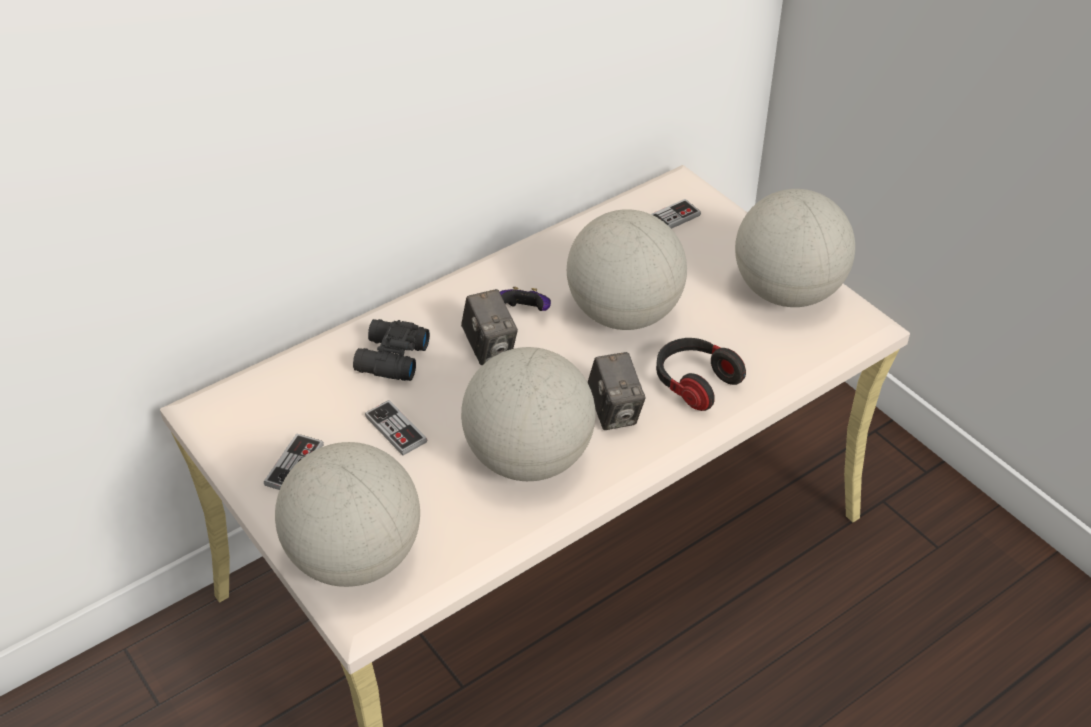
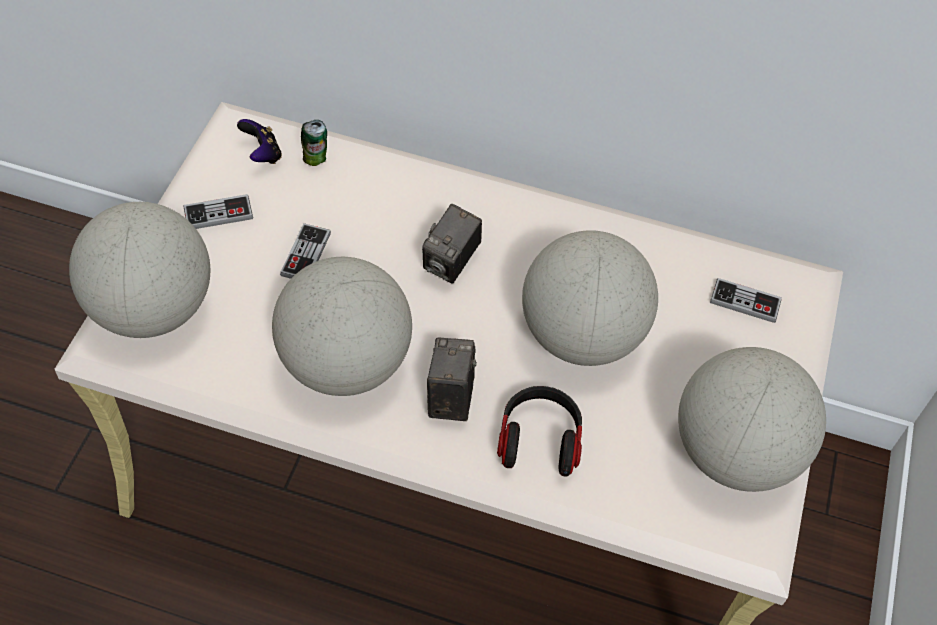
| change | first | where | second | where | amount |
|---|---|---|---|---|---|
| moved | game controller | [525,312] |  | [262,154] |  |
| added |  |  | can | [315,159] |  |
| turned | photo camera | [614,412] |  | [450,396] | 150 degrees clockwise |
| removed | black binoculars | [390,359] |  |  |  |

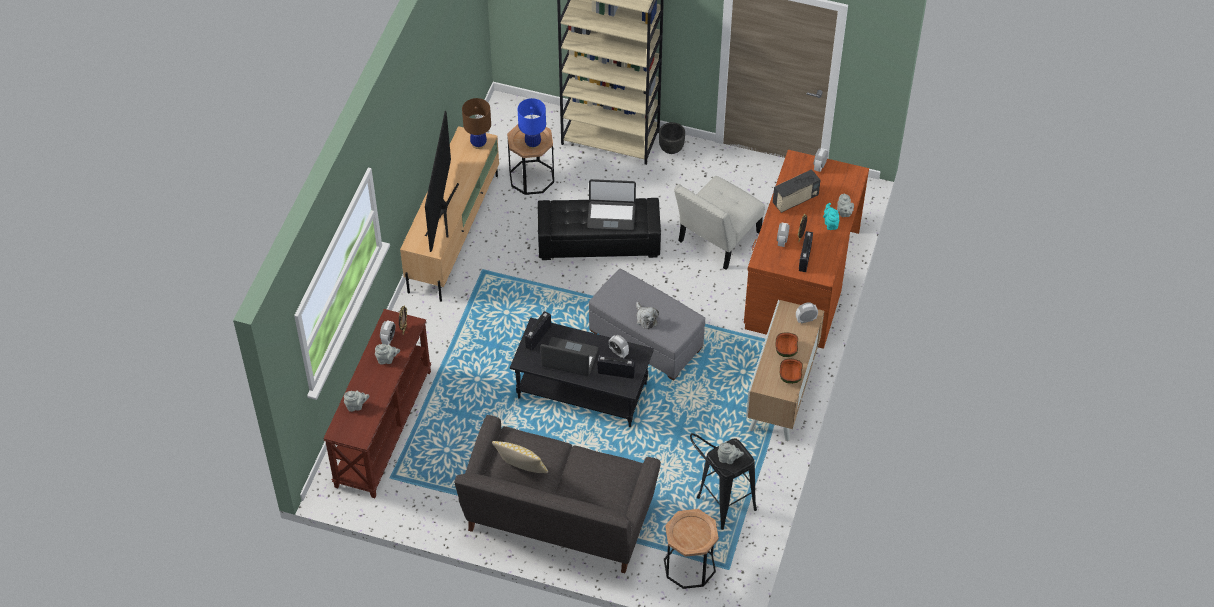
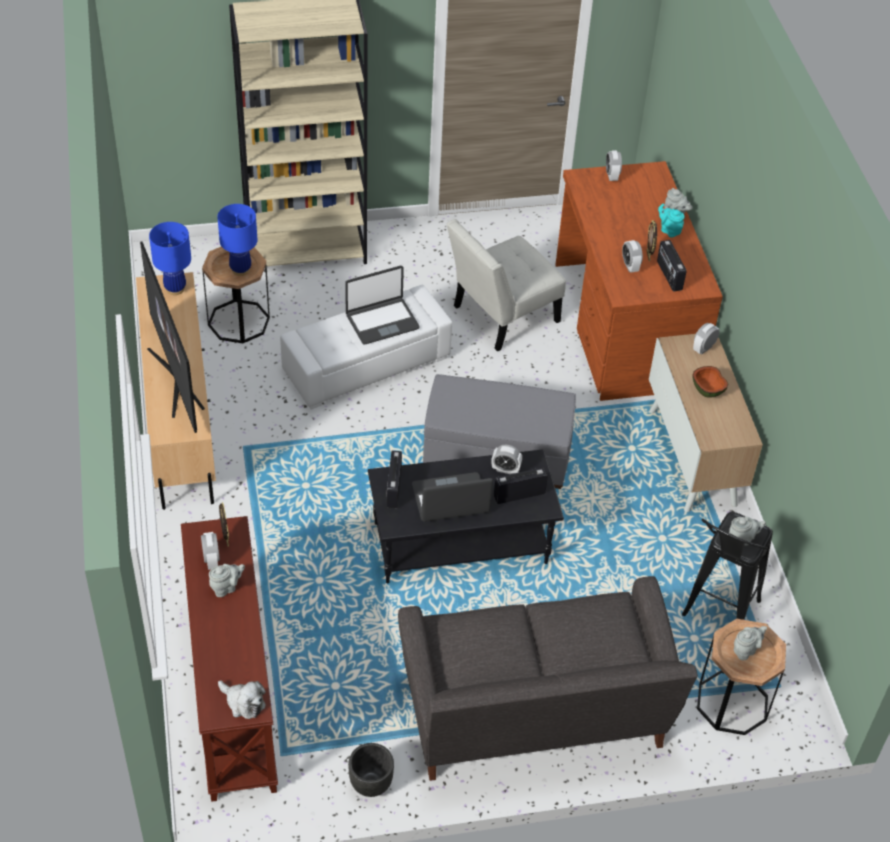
| change | first | where | second | where | amount |
|---|---|---|---|---|---|
| recoloured | brown table lamp | [478,144] | blue table lamp | [175,289] |  |
| moved | plush toy | [645,318] |  | [243,702] |  |
| recoloured | black ottoman | [599,241] | white ottoman | [366,364] |  |
| moved | black planter | [671,149] |  | [370,785] |  |
| turned | white chair | [716,240] |  | [501,316] | 45 degrees clockwise |
| moved | grey teapot | [356,406] |  | [746,650] |  |
| removed | pillow | [521,470] |  |  |  |
| removed | radio | [795,200] |  |  |  |
| removed | bowl | [790,376] |  |  |  |

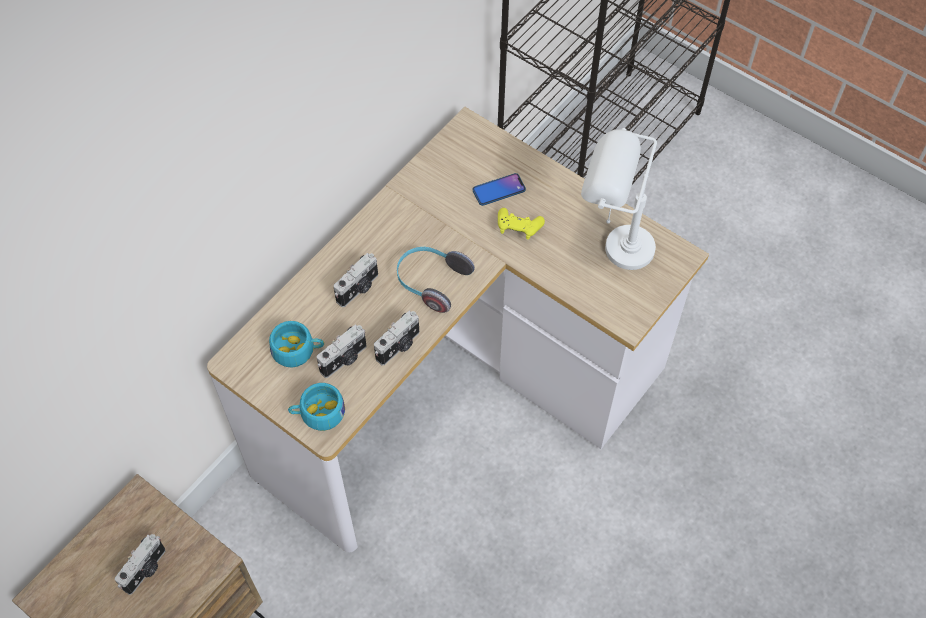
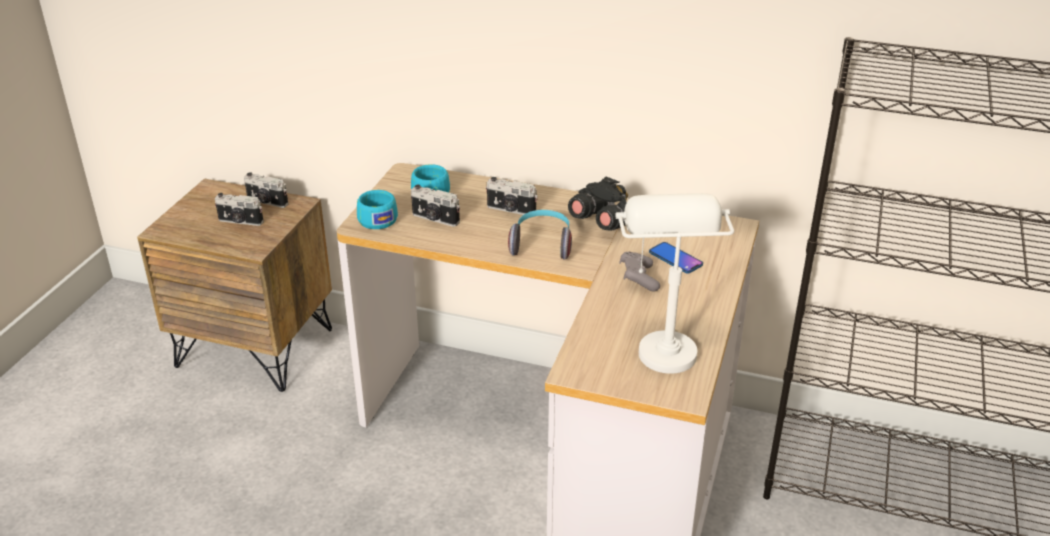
| change | first | where | second | where | amount |
|---|---|---|---|---|---|
| moved | photo camera | [399,346] |  | [267,202] |  |
| added |  |  | black binoculars | [604,223] |  |
| recoloured | yellow game controller | [518,229] | grey game controller | [638,279] |  |

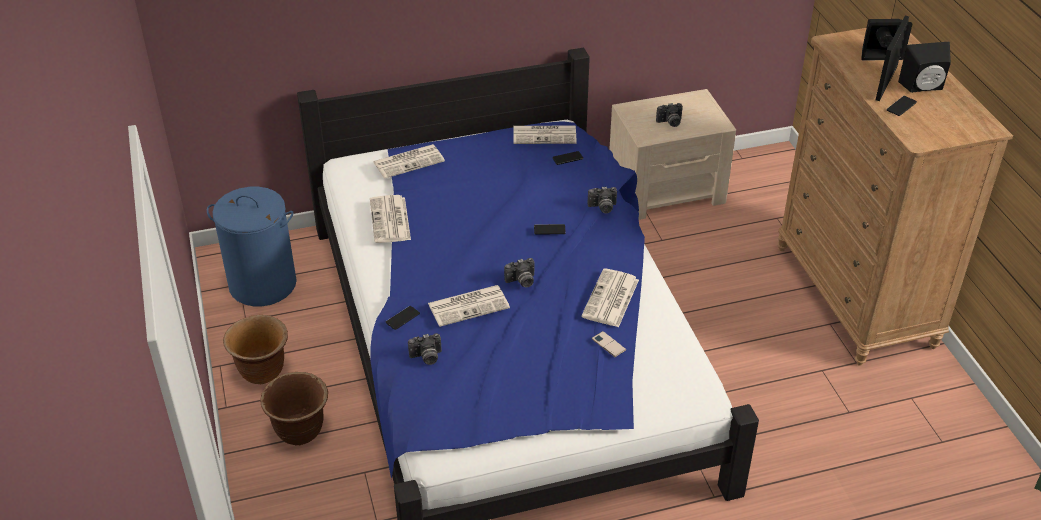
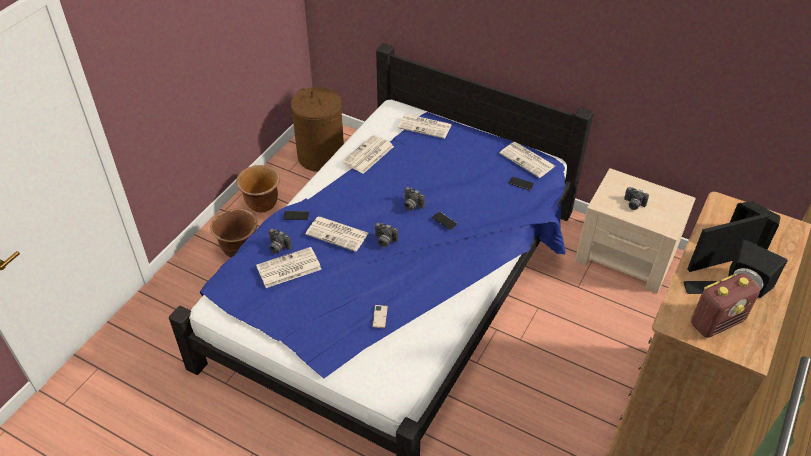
| change | first | where | second | where | amount |
|---|---|---|---|---|---|
| moved | newspaper | [610,299] |  | [288,268] |  |
| recoloured | blue laundry basket | [263,284] | brown laundry basket | [321,157] |  |
| moved | photo camera | [602,208] |  | [411,205] |  |
| added |  |  | radio | [717,322] |  |

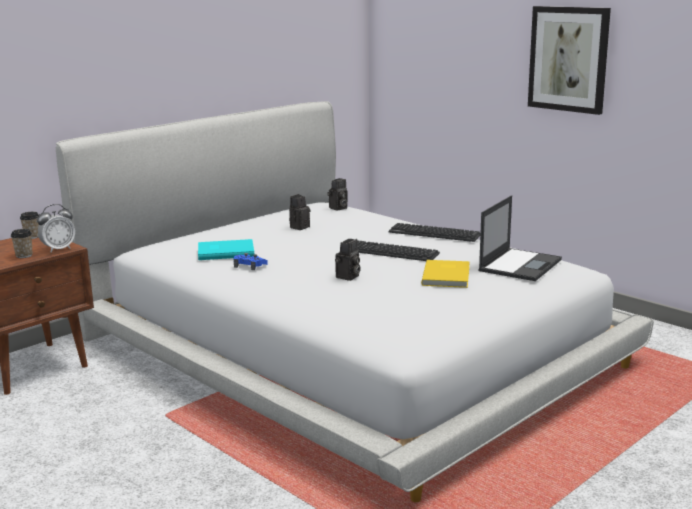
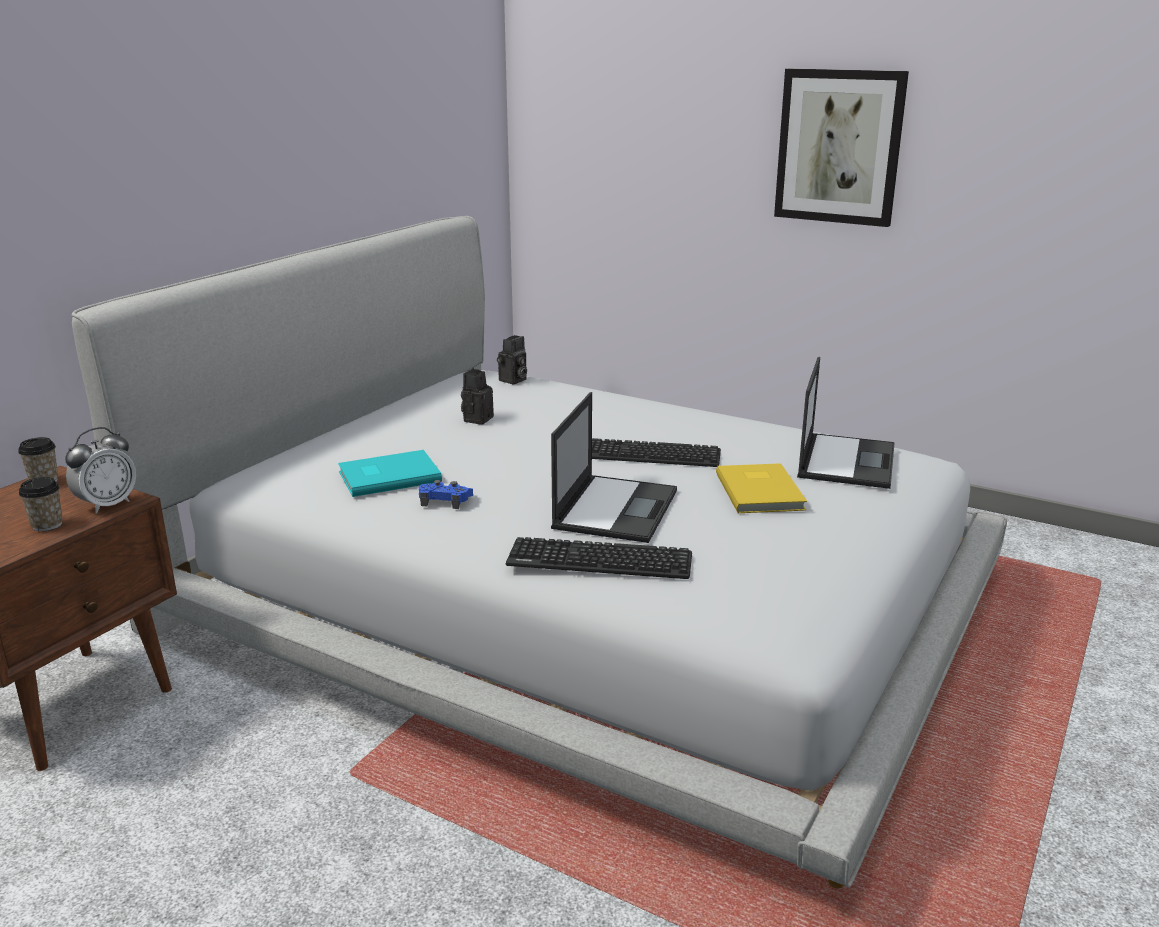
| change | first | where | second | where | amount |
|---|---|---|---|---|---|
| moved | keyboard | [434,234] |  | [599,560] |  |
| replaced | photo camera | [348,277] | laptop | [616,508] |  |

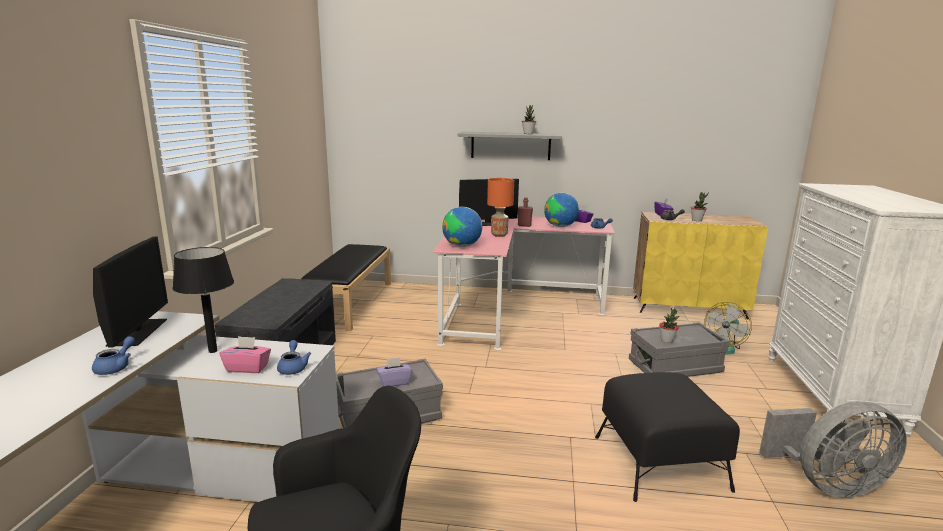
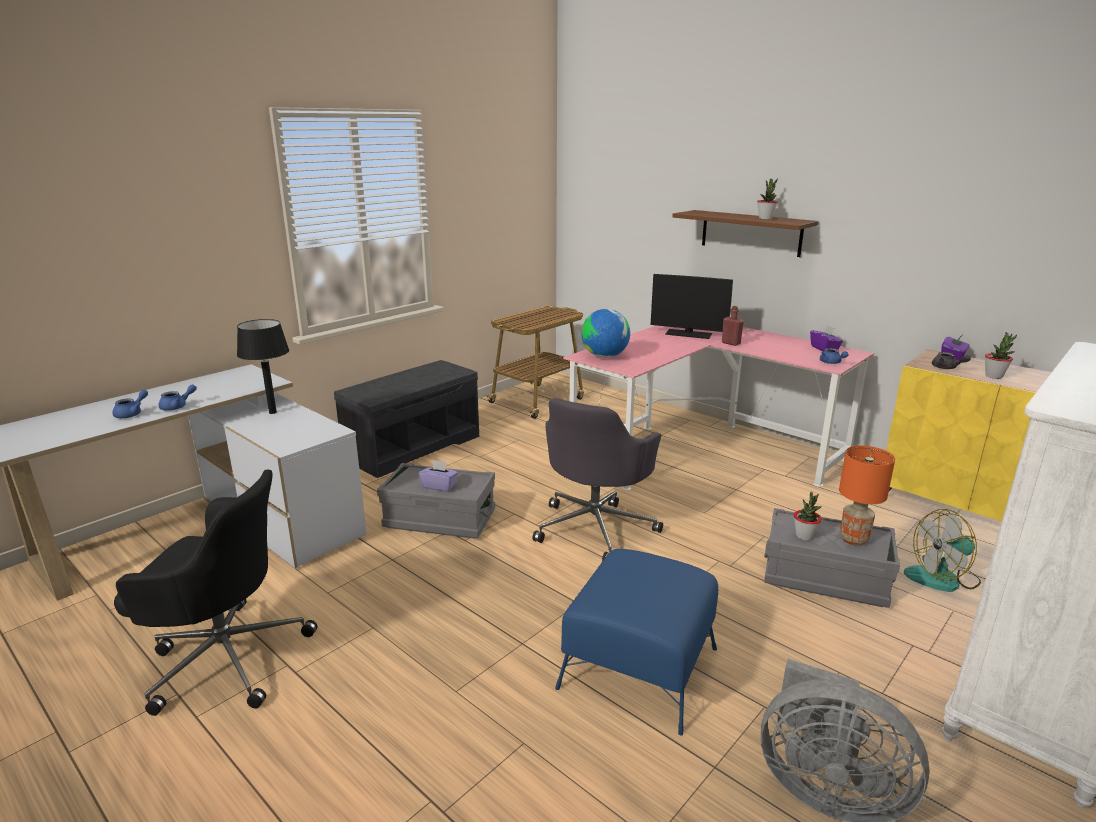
| change | first | where | second | where | amount |
|---|---|---|---|---|---|
| moved | blue teapot | [293,367] |  | [132,414] |  |
| replaced | black bench | [349,303] | cart | [538,400] |  |
| added |  |  | grey office chair | [596,527] |  |
| recoloured | black ottoman | [660,463] | blue ottoman | [637,668] |  |
| recoloured | grey shelf | [510,145] | brown shelf | [751,233] |  |
| moved | orange table lamp | [499,235] |  | [854,540] |  |
| removed | monitor | [138,332] |  |  |  |
| removed | pink tissue box | [248,368] |  |  |  |
| removed | globe | [560,226] |  |  |  |

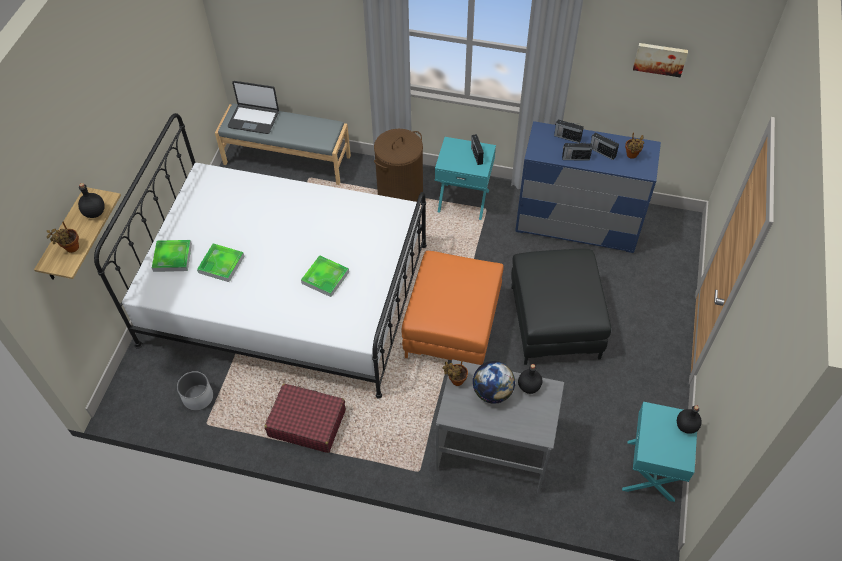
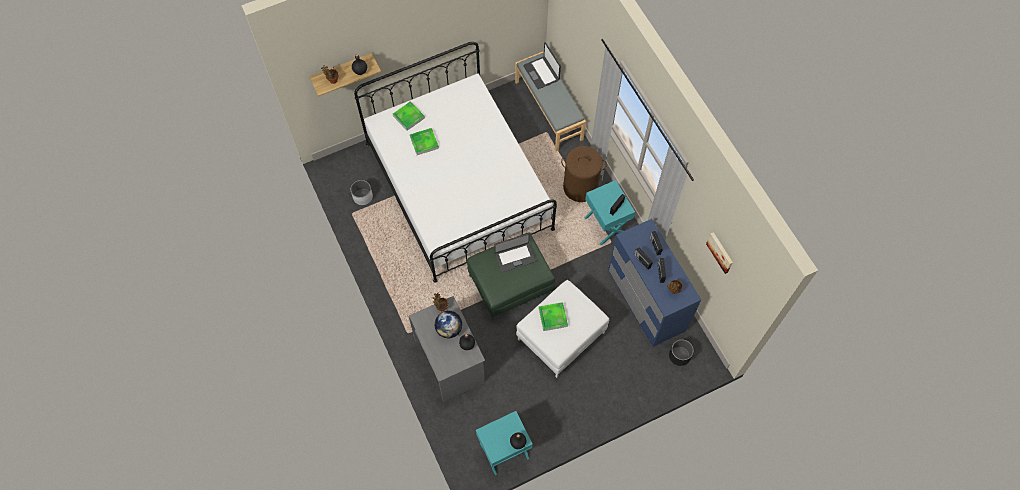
| change | first | where | second | where | amount |
|---|---|---|---|---|---|
| recoloured | orange ottoman | [452,326] | green ottoman | [510,284] |  |
| added |  |  | laptop | [515,257] |  |
| recoloured | black ottoman | [554,322] | white ottoman | [561,336] |  |
| moved | tray | [325,278] |  | [553,317] |  |
| added |  |  | black planter | [679,355] |  |
| removed | red suitcase | [307,423] |  |  |  |

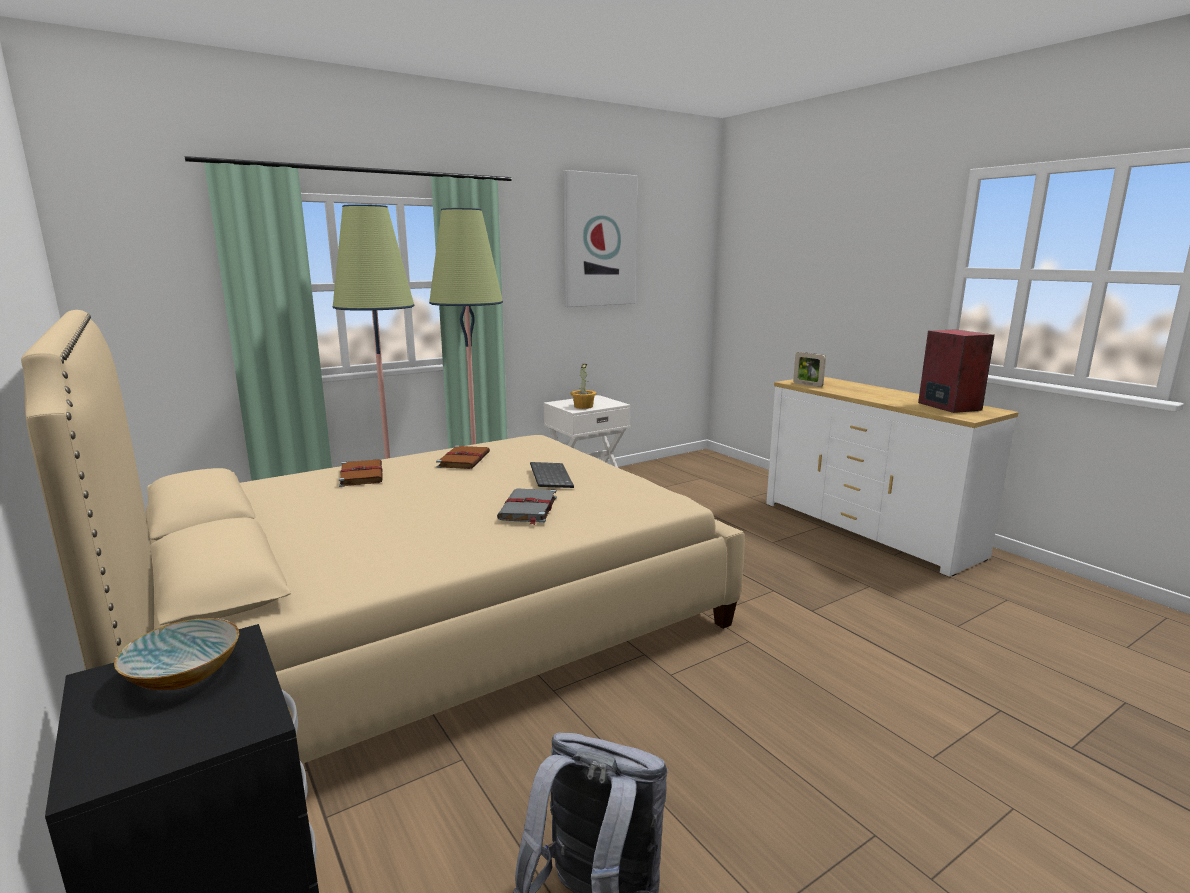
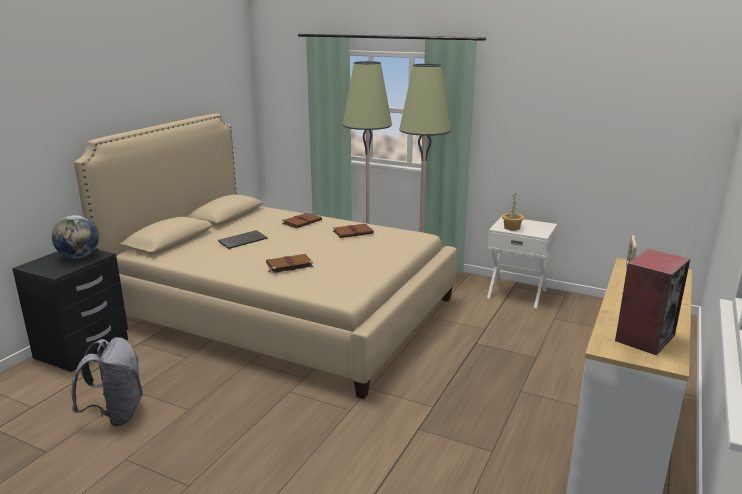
| change | first | where | second | where | amount |
|---|---|---|---|---|---|
| replaced | bowl | [186,674] | globe | [79,256] |  |
| moved | keyboard | [549,476] |  | [243,240] |  |
| recoloured | grey book | [528,509] | brown book | [288,265] |  |
| removed | picture | [598,240] |  |  |  |

